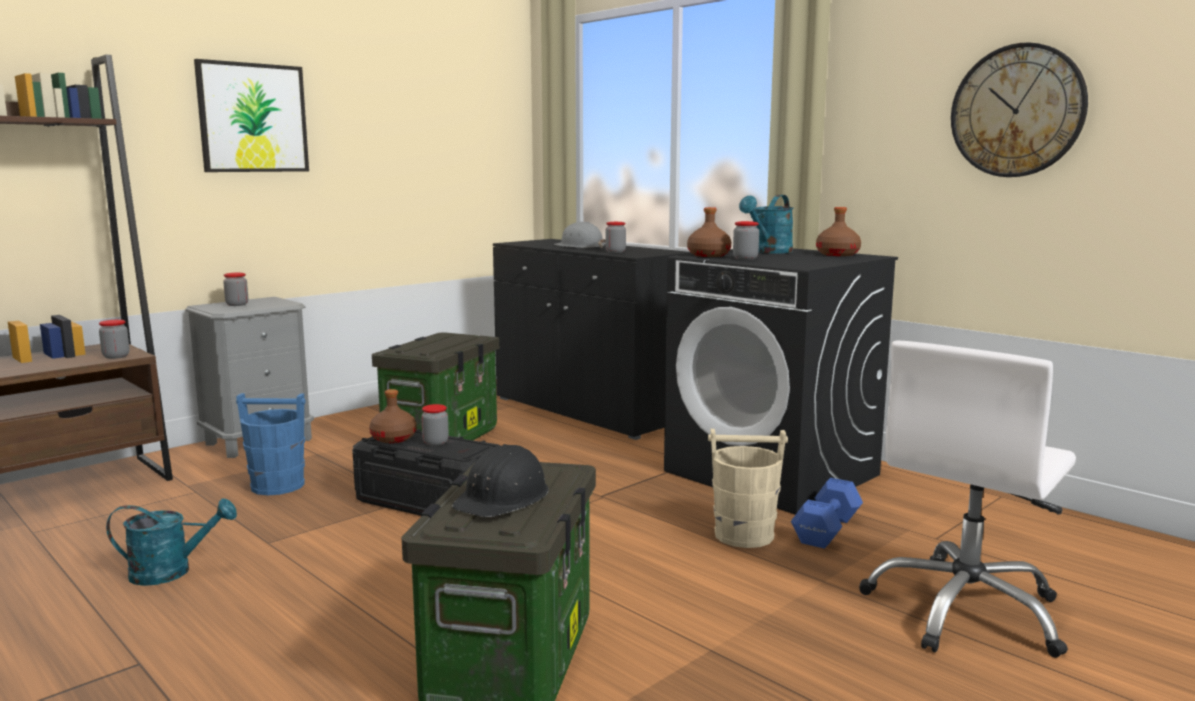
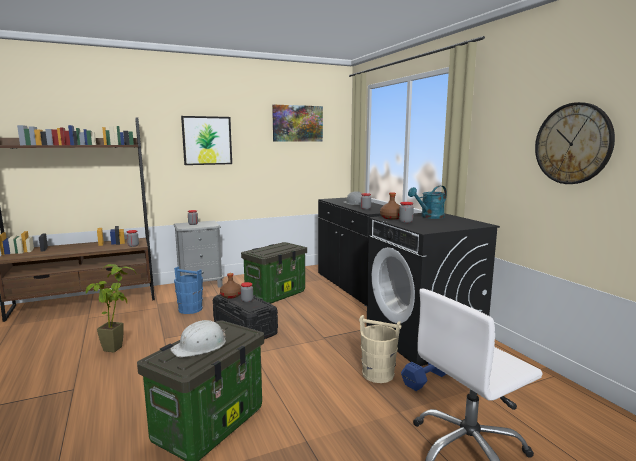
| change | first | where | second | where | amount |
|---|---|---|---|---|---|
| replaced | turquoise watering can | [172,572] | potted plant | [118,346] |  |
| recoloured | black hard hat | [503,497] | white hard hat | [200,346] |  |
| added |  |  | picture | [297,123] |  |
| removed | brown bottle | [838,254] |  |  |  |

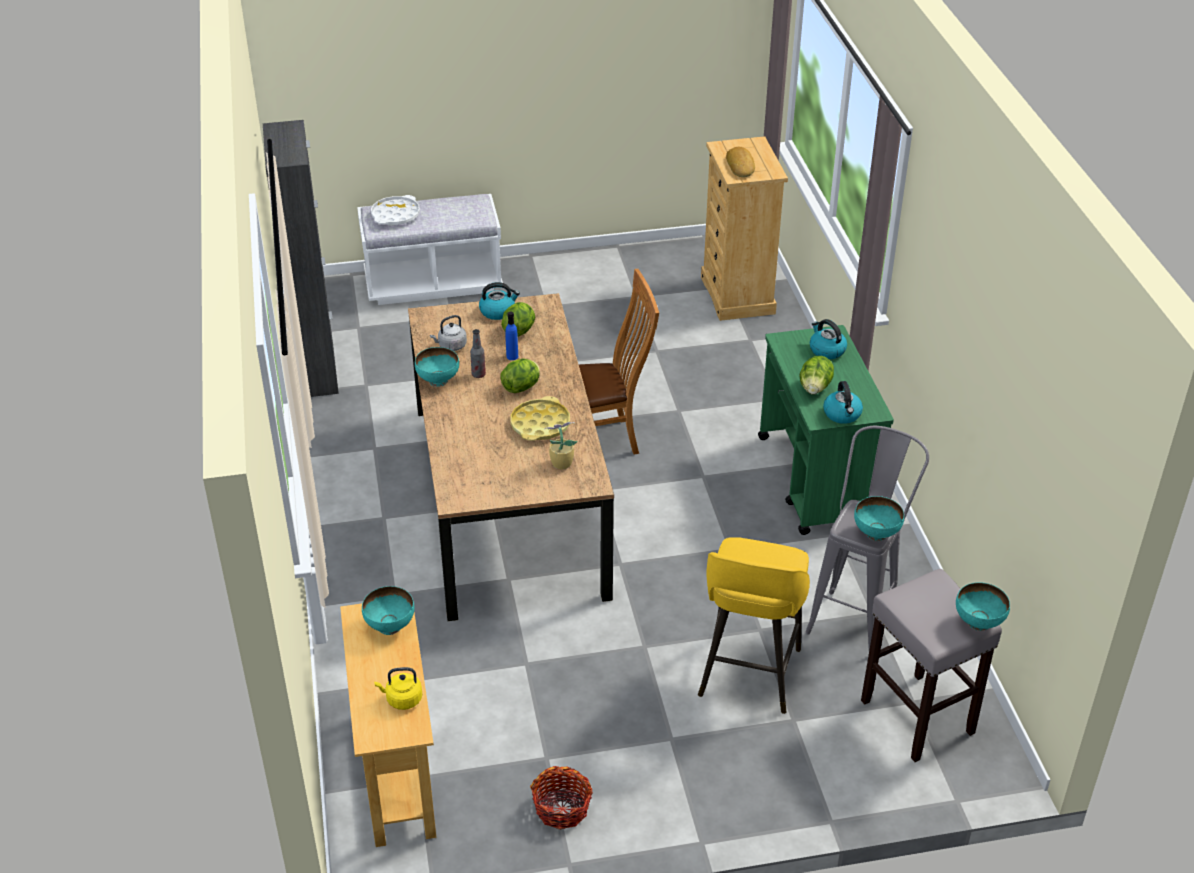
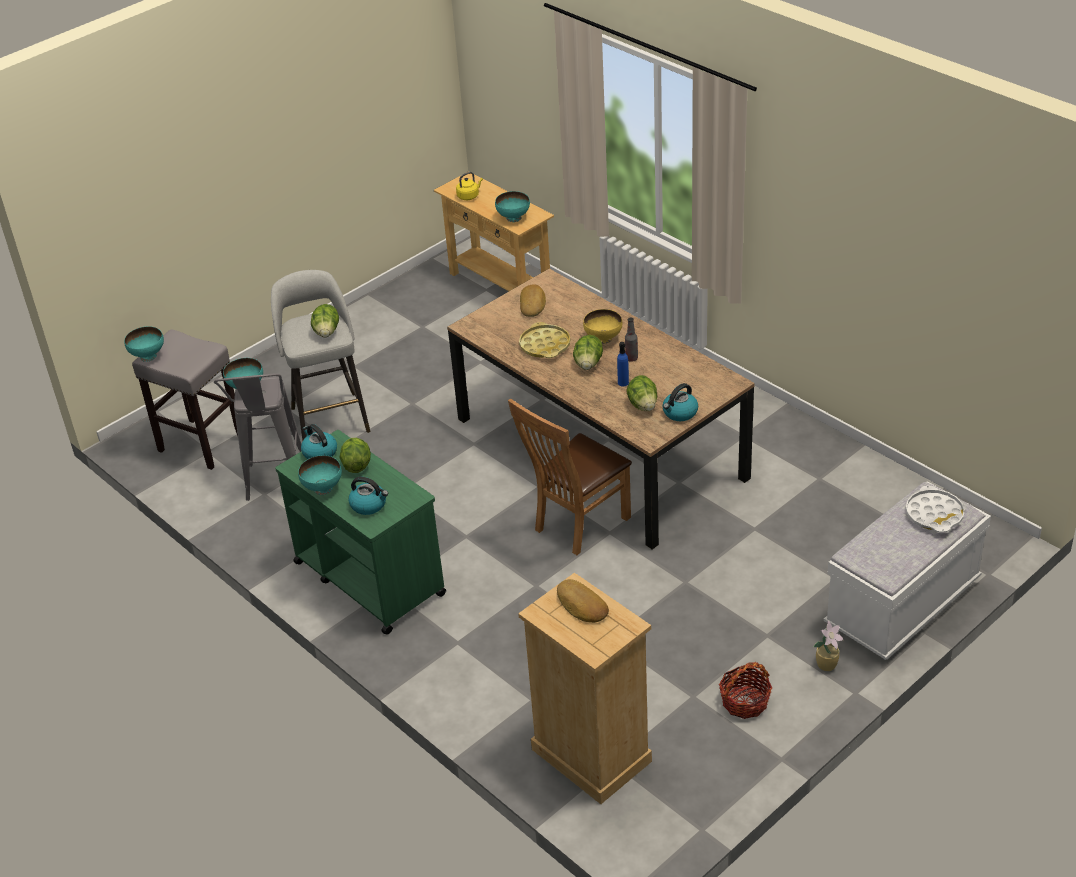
| change | first | where | second | where | amount |
|---|---|---|---|---|---|
| recoloured | yellow stool | [748,675] | grey stool | [329,418] |  |
| moved | turquoise bowl | [438,381] |  | [323,488] |  |
| added |  |  | lettuce | [326,332] |  |
| added |  |  | bread | [533,304] |  |
| added |  |  | yellow bowl | [603,339] |  |
| moved | basket | [562,808] |  | [744,702] |  |
| moved | potted plant | [560,463] |  | [827,664] |  |
| removed | black cabinet | [317,370] |  |  |  |
| removed | grey kettle | [451,346] |  |  |  |

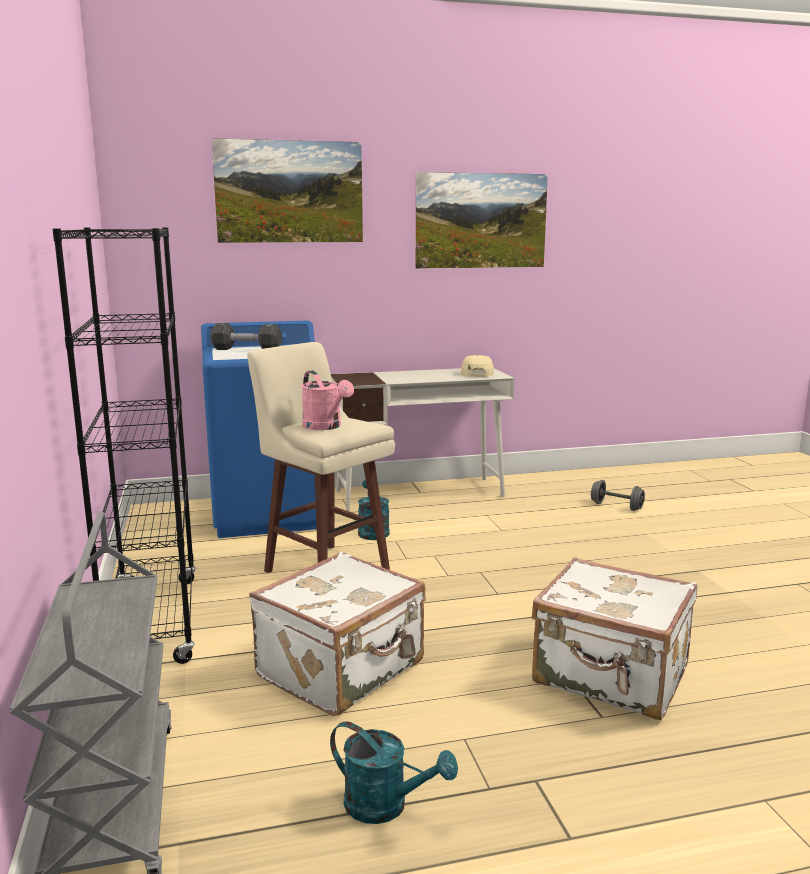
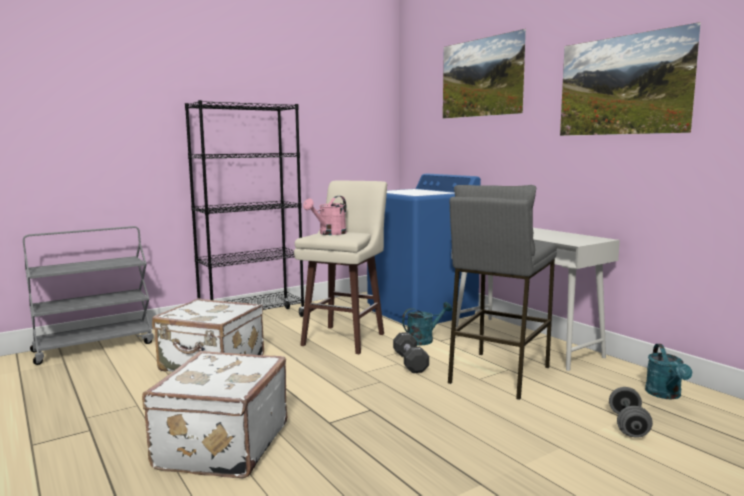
| change | first | where | second | where | amount |
|---|---|---|---|---|---|
| moved | black dumbbell | [247,349] |  | [410,362] |  |
| added |  |  | grey stool | [498,374] |  |
| moved | turquoise watering can | [386,806] |  | [665,395] |  |
| removed | beige cap | [476,373] |  |  |  |

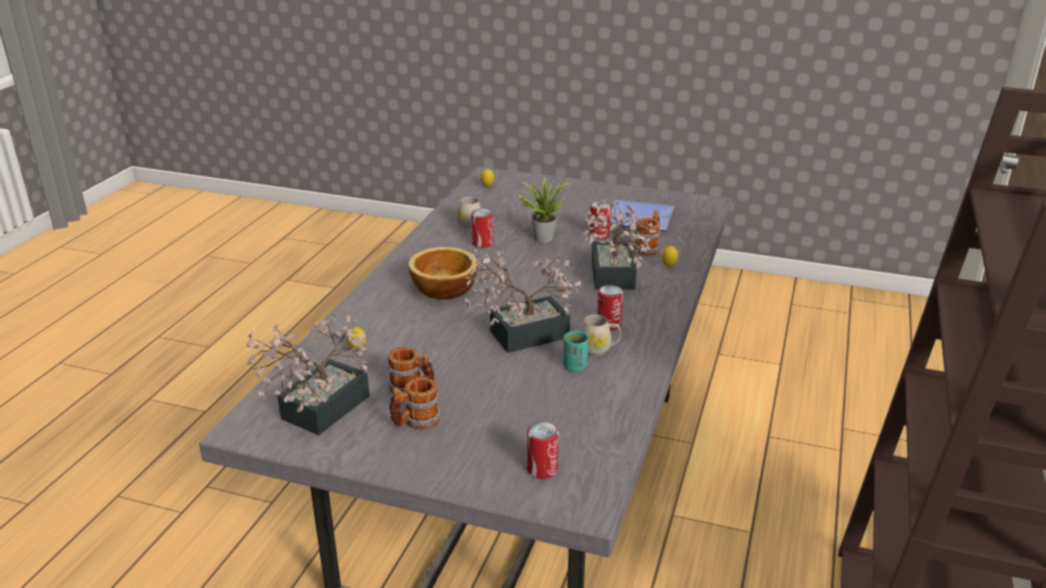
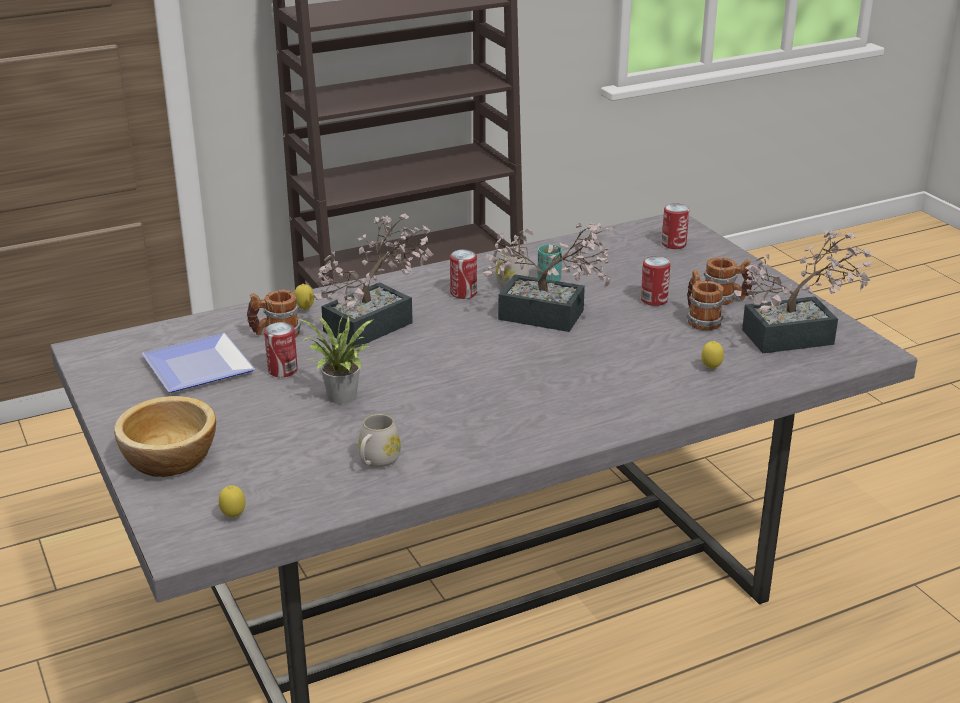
| change | first | where | second | where | amount |
|---|---|---|---|---|---|
| moved | bowl | [442,289] |  | [171,459] |  |
| moved | can | [482,243] |  | [654,300] |  |

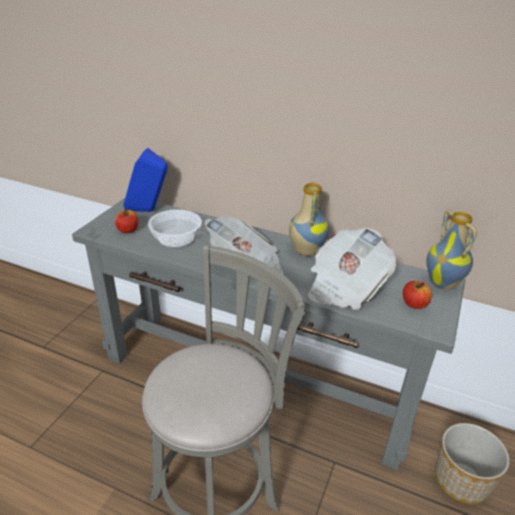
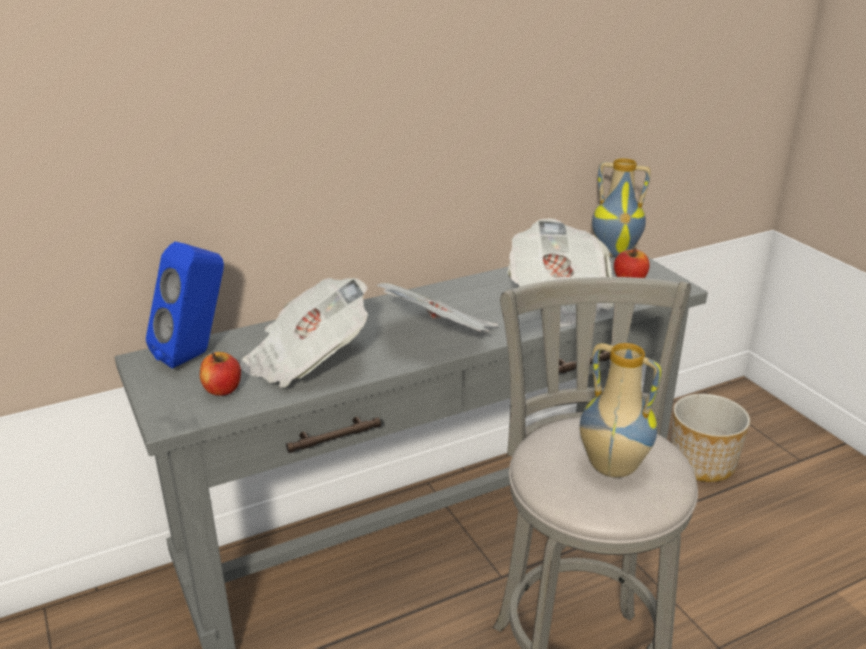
| change | first | where | second | where | amount |
|---|---|---|---|---|---|
| replaced | bowl | [175,238] | newspaper | [306,360] |  |
| moved | vase | [305,251] |  | [611,467] |  |

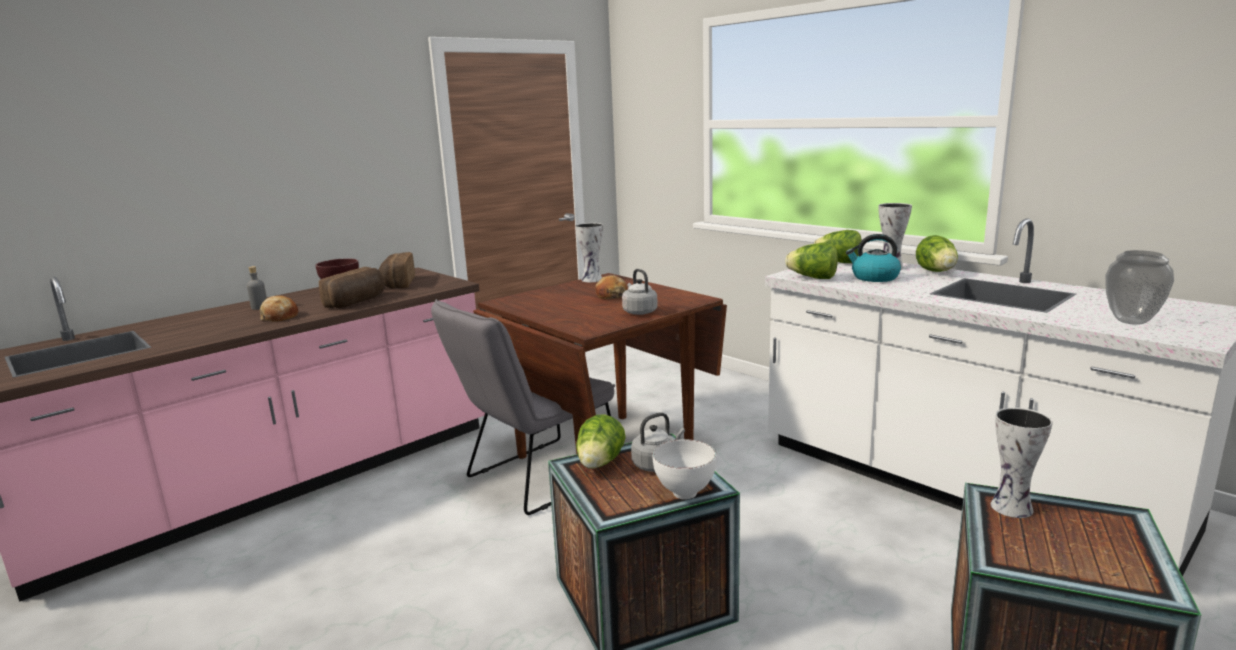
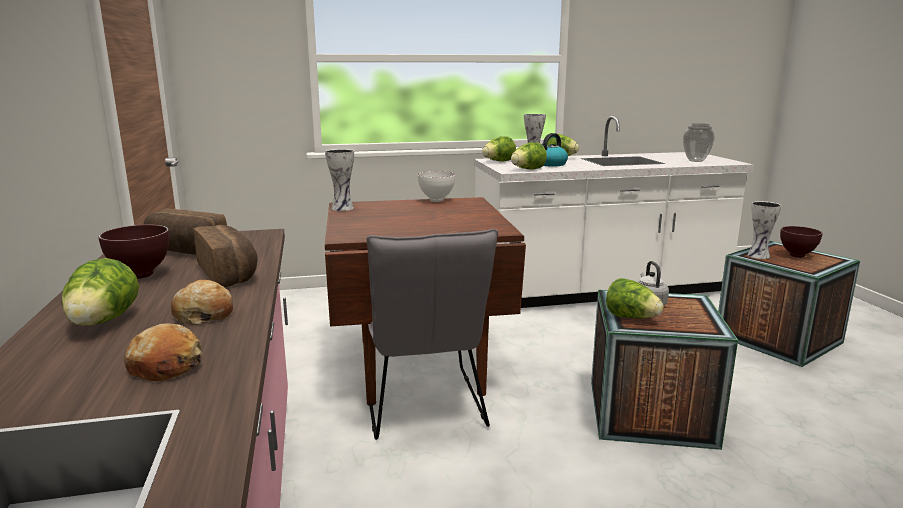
| change | first | where | second | where | amount |
|---|---|---|---|---|---|
| replaced | grey bottle | [259,307] | lettuce | [102,322] |  |
| moved | bread | [611,295] |  | [166,366] |  |
| moved | white bowl | [686,494] |  | [437,200] |  |
| added |  |  | brown bowl | [797,256] |  |
| removed | grey kettle | [639,311] |  |  |  |

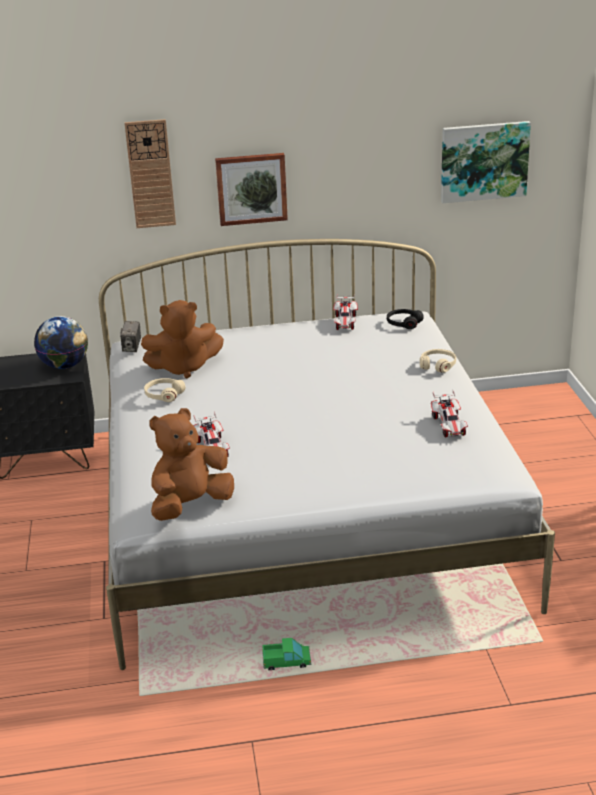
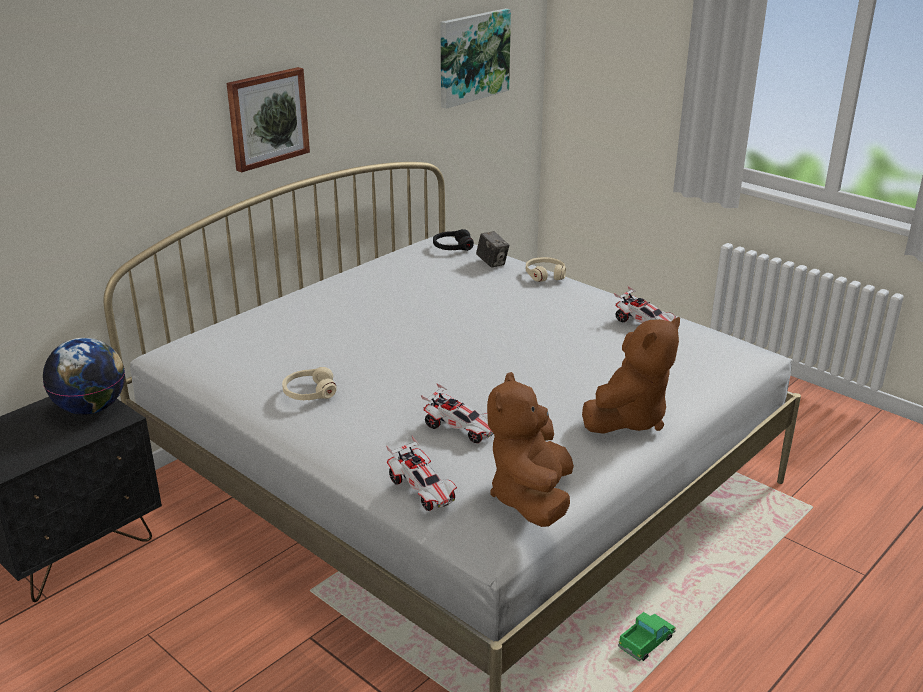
| change | first | where | second | where | amount |
|---|---|---|---|---|---|
| moved | toy car | [345,322] |  | [422,490] |  |
| moved | photo camera | [132,348] |  | [492,263] |  |
| moved | brown plush toy | [183,368] |  | [628,418] |  |
| removed | wall clock | [150,174] |  |  |  |

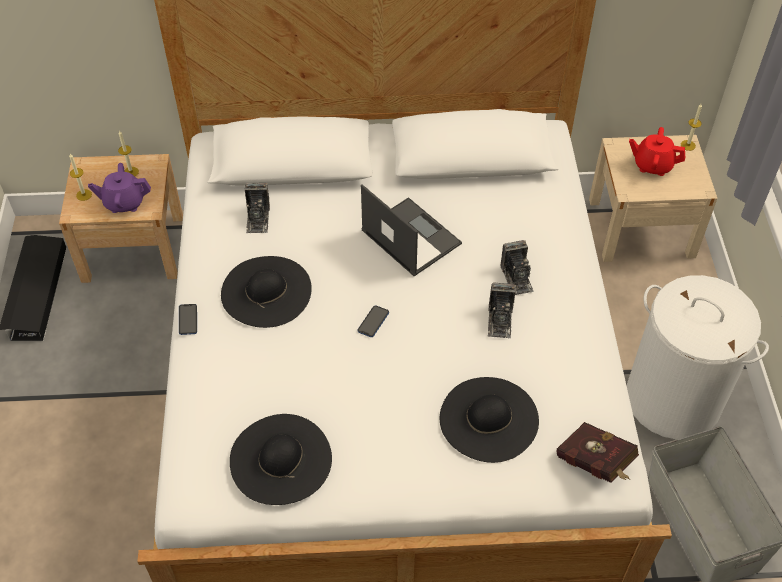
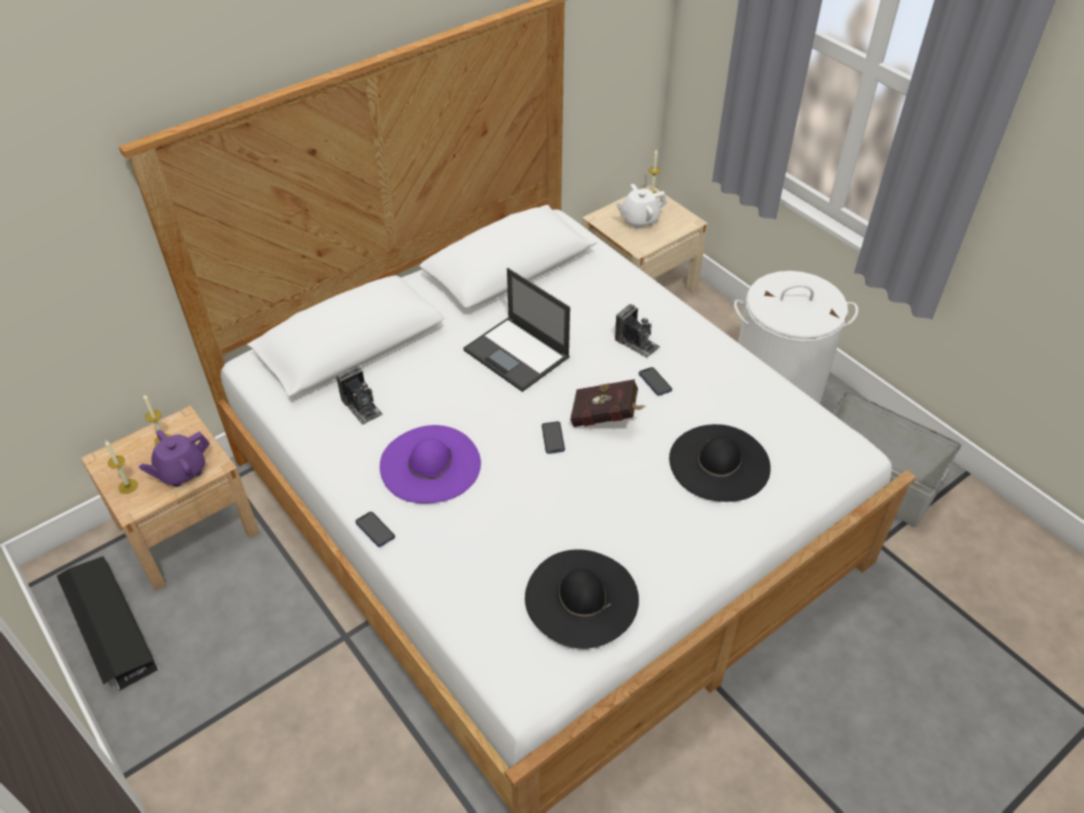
| change | first | where | second | where | amount |
|---|---|---|---|---|---|
| recoloured | black hat | [266,291] | purple hat | [430,464] |  |
| turned | laptop | [410,236] |  | [517,354] | 150 degrees counterclockwise |
| moved | red book | [596,464] |  | [606,417] |  |
| recoloured | red teapot | [652,165] | white teapot | [639,220] |  |
| replaced | photo camera | [500,320] | phone | [655,382] |  |

